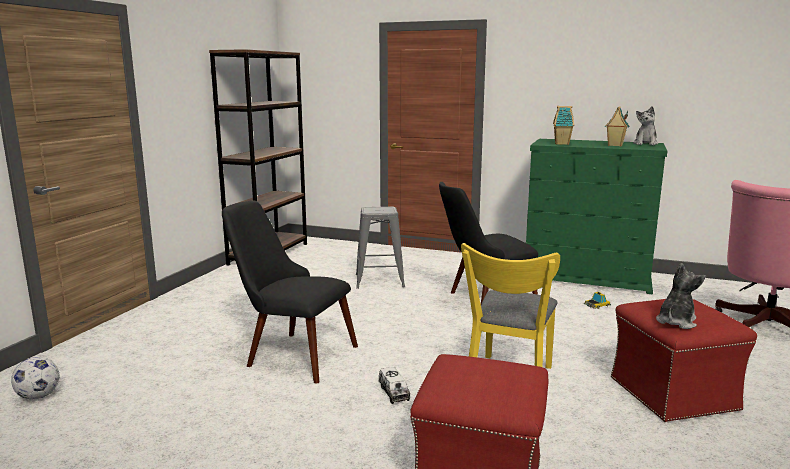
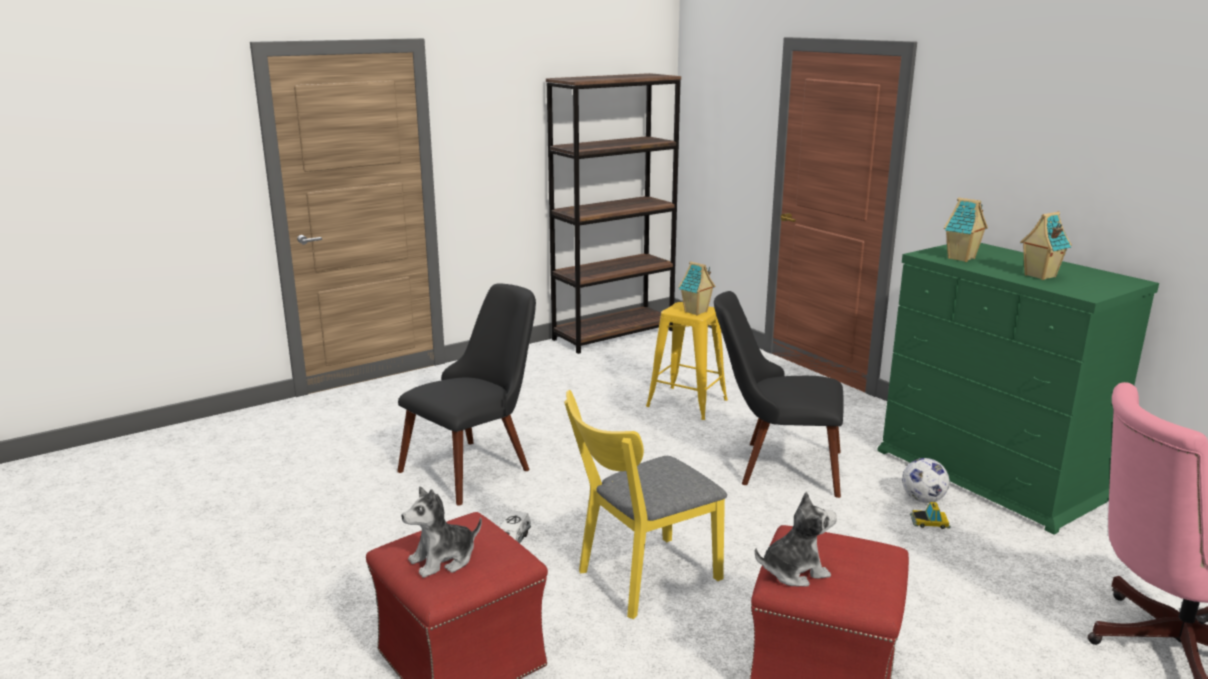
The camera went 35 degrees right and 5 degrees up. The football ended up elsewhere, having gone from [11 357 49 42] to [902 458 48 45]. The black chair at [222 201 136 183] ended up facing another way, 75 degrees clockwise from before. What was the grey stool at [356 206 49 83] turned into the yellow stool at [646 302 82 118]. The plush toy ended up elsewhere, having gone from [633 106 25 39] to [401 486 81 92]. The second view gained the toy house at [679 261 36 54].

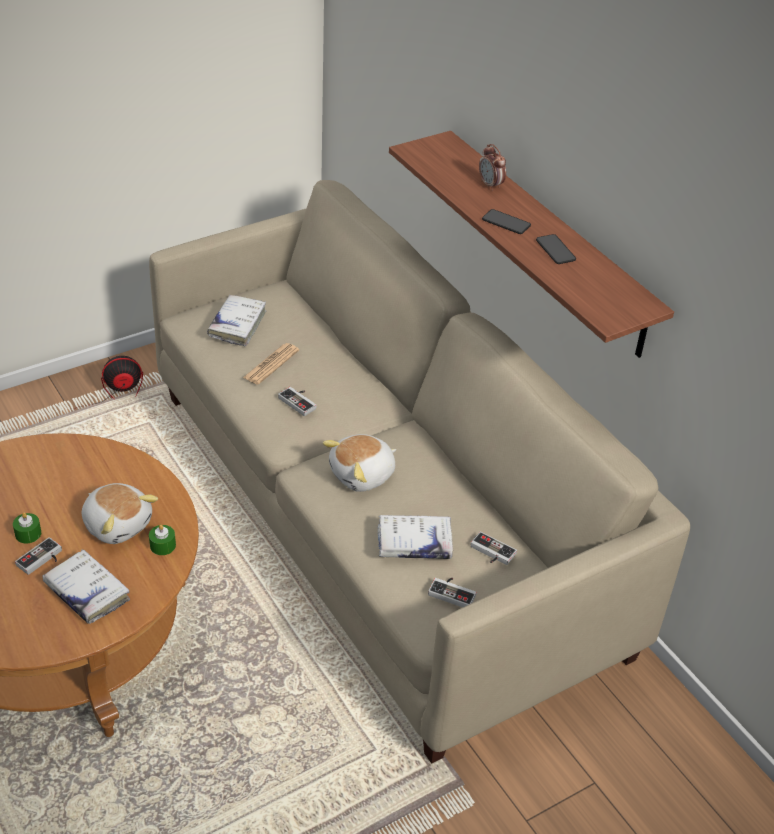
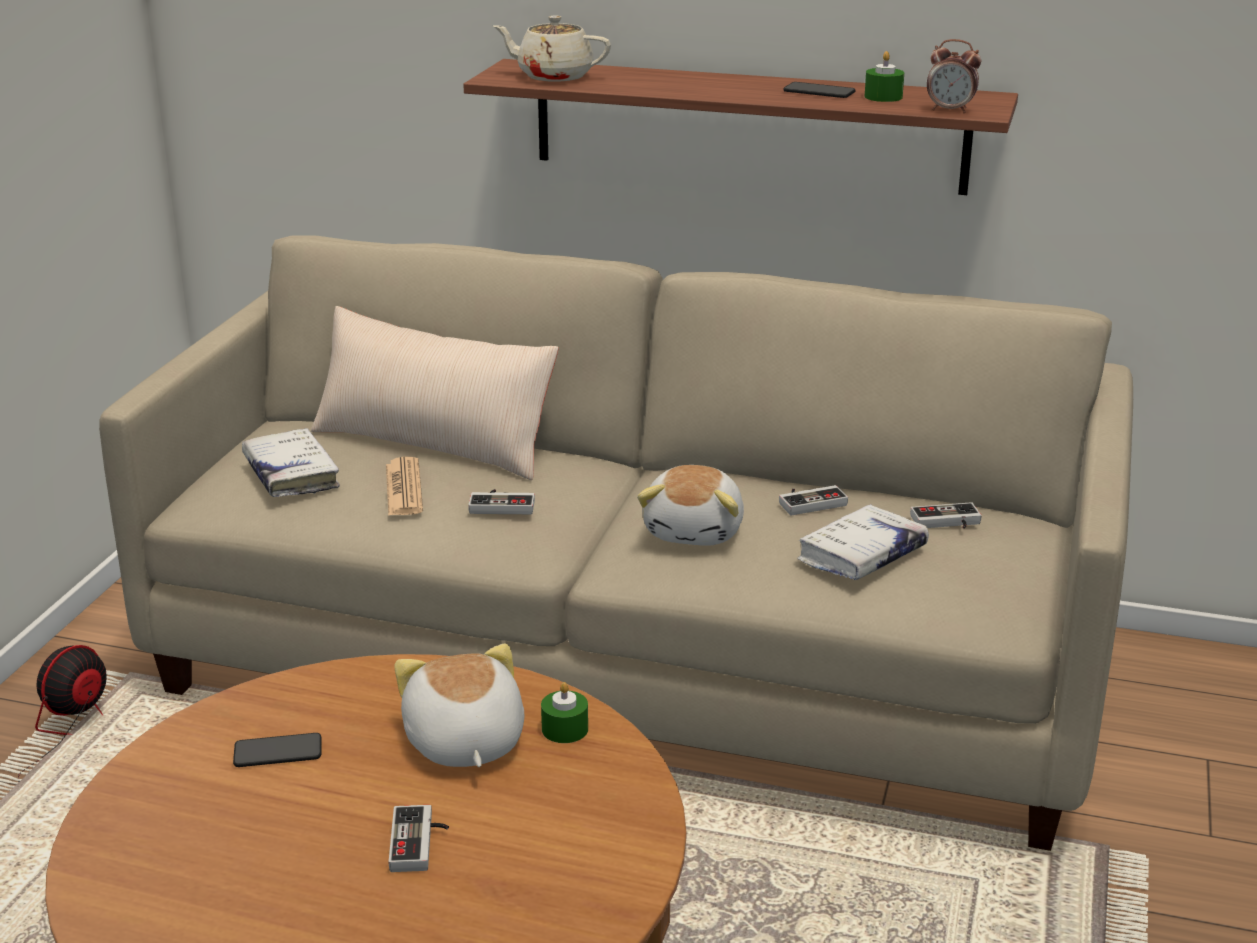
The camera went 40 degrees left and 15 degrees down. The green candle ended up elsewhere, having gone from [13 512 28 32] to [865 51 39 51]. The second view lost the white book at [42 549 88 75]. The plush toy at [82 483 76 61] ended up facing another way, 105 degrees counterclockwise from before. The game controller ended up elsewhere, having gone from [428 577 49 30] to [779 485 69 30]. The alarm clock ended up elsewhere, having gone from [479 144 27 47] to [927 39 54 74]. The phone ended up elsewhere, having gone from [482 209 49 25] to [233 733 89 34]. The second view gained the beige pillow at [311 306 248 174]. The second view gained the beige teapot at [493 16 118 66].

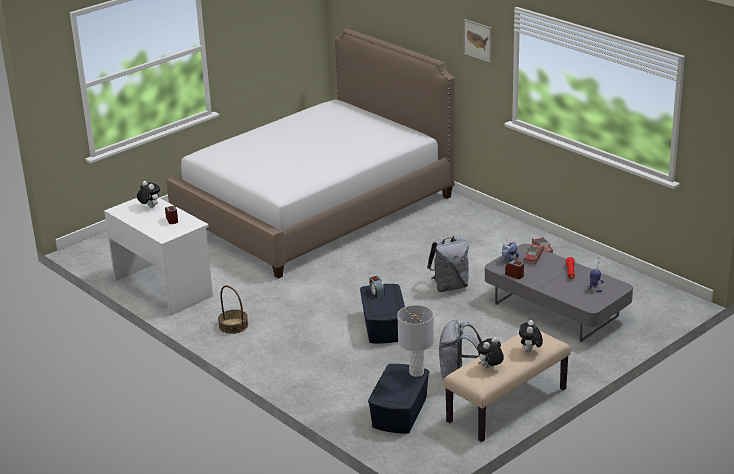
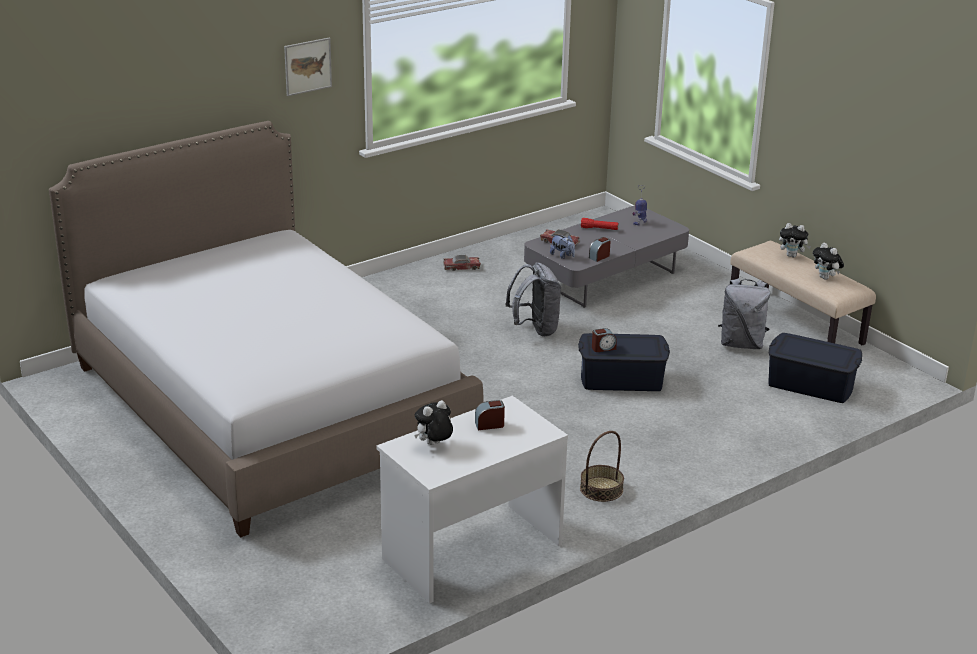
The camera went 85 degrees left and 0 degrees up. The second view lost the grey table lamp at [397 305 37 72].

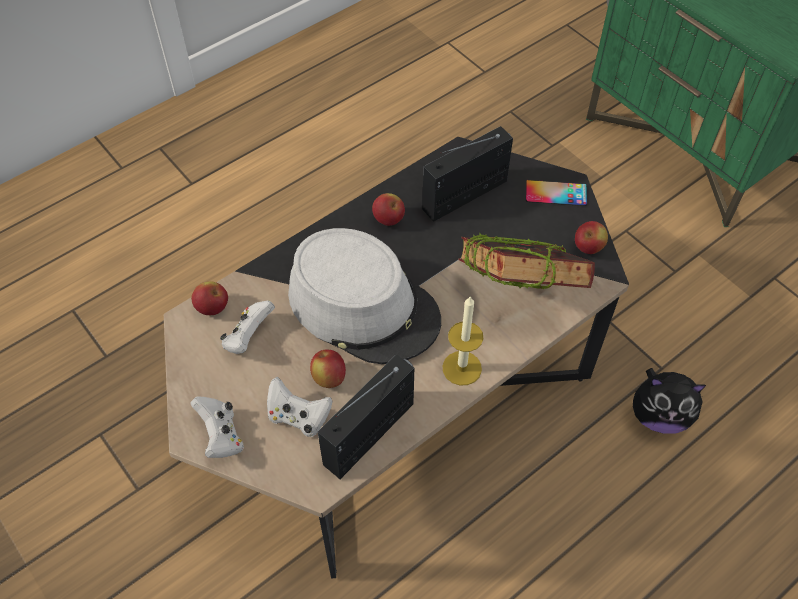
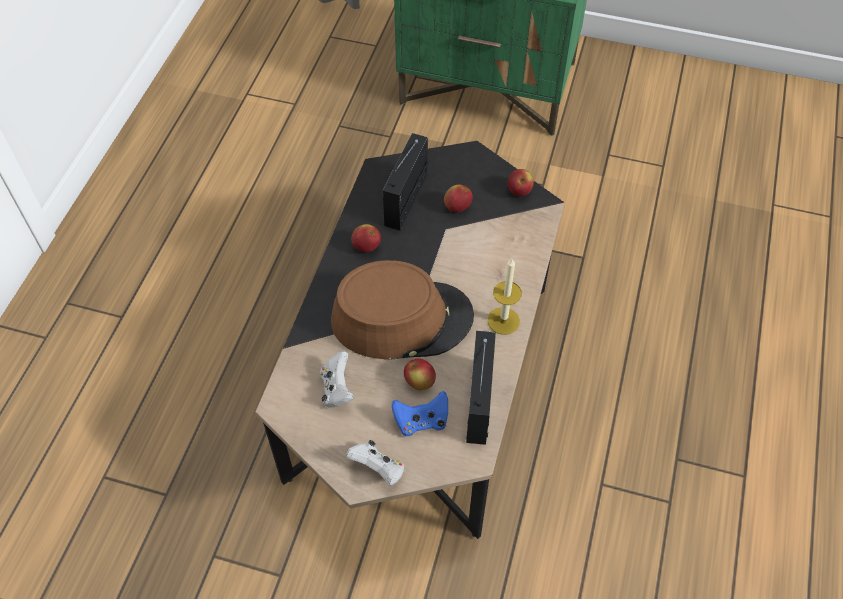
The camera went 35 degrees left and 0 degrees up. The apple ended up elsewhere, having gone from [191 281 37 34] to [444 185 28 27]. What was the white game controller at [267 377 66 60] turned into the blue game controller at [392 391 56 45]. What was the grey hat at [288 228 153 136] turned into the brown hat at [331 260 143 100]. The second view lost the book at [459 234 136 55]. The second view lost the phone at [526 180 61 26]. The second view lost the plush toy at [633 368 73 66].

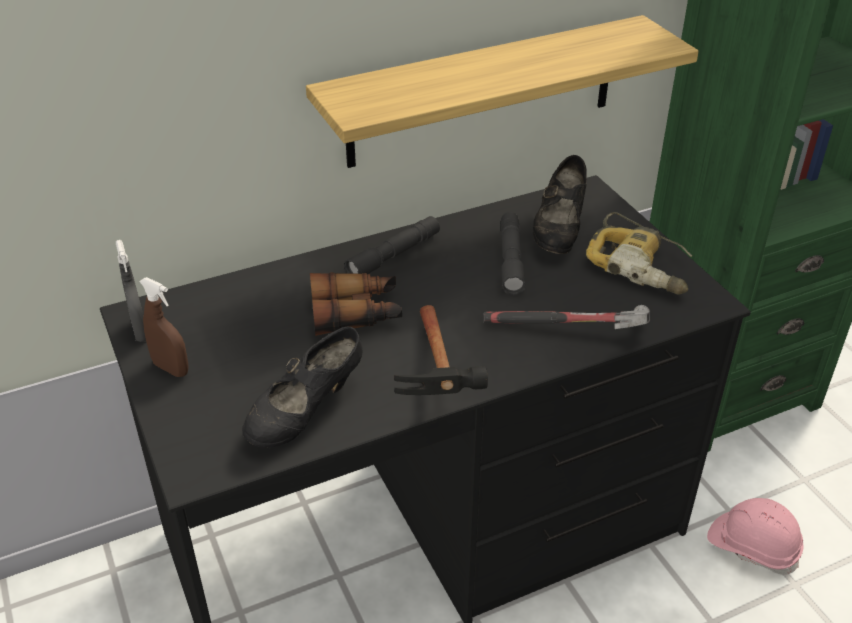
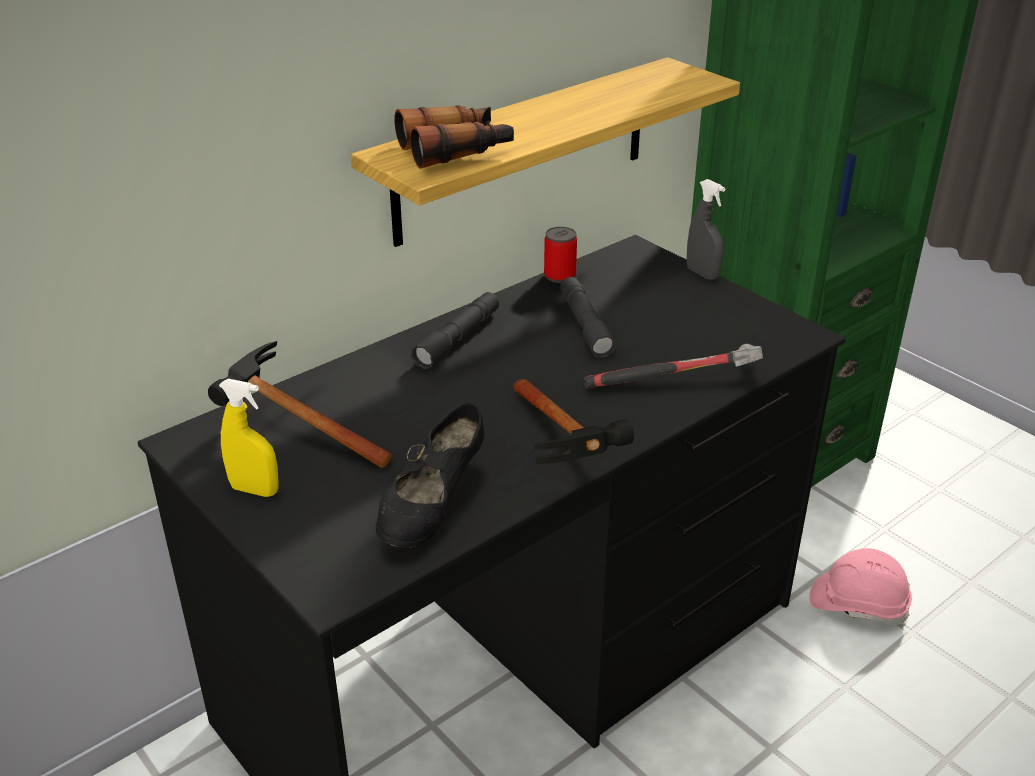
The camera went 15 degrees left and 5 degrees down. The grey spray bottle ended up elsewhere, having gone from [116 240 30 102] to [687 179 39 101]. What was the brown spray bottle at [139 277 50 100] turned into the yellow spray bottle at [219 379 60 118]. The binoculars ended up elsewhere, having gone from [310 272 92 64] to [394 105 120 64]. The second view lost the black shoe at [533 155 54 99]. The second view lost the power drill at [586 212 106 83]. The second view gained the hammer at [208 341 184 127]. The second view gained the can at [544 227 33 56].

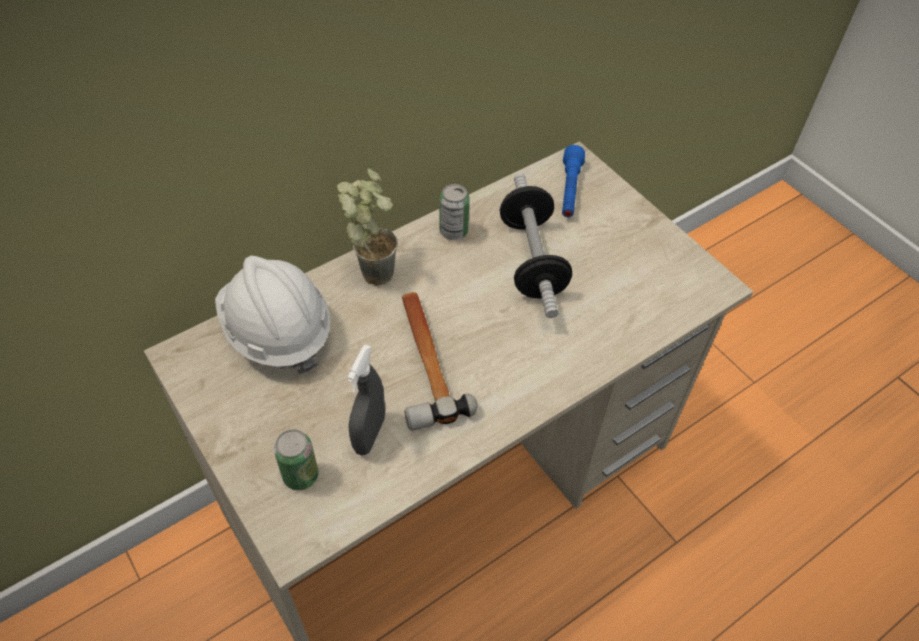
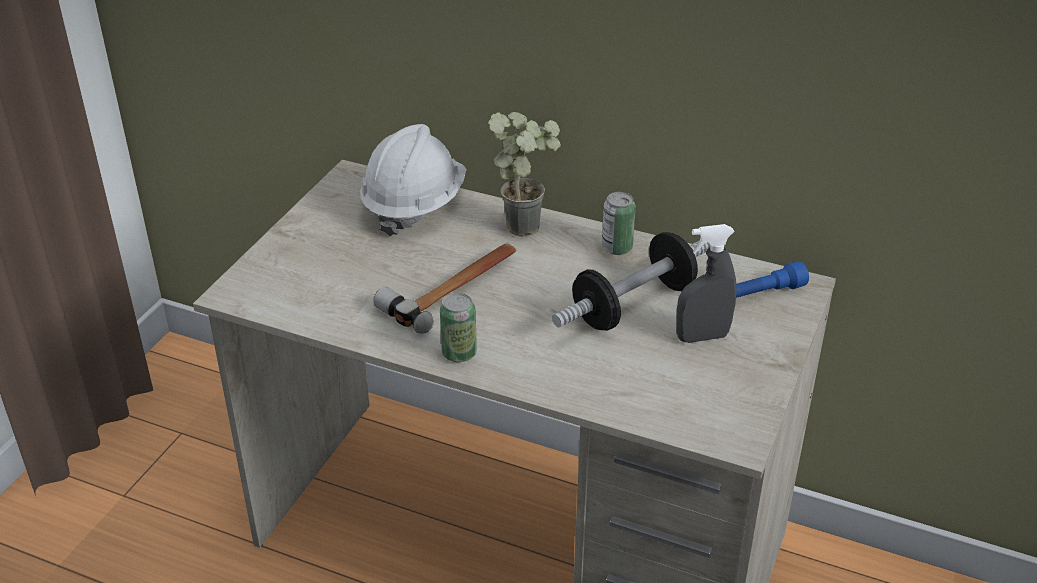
The camera went 60 degrees right and 15 degrees down. The can ended up elsewhere, having gone from [274 429 44 61] to [440 293 37 69]. The grey spray bottle ended up elsewhere, having gone from [347 345 38 110] to [676 224 61 119].

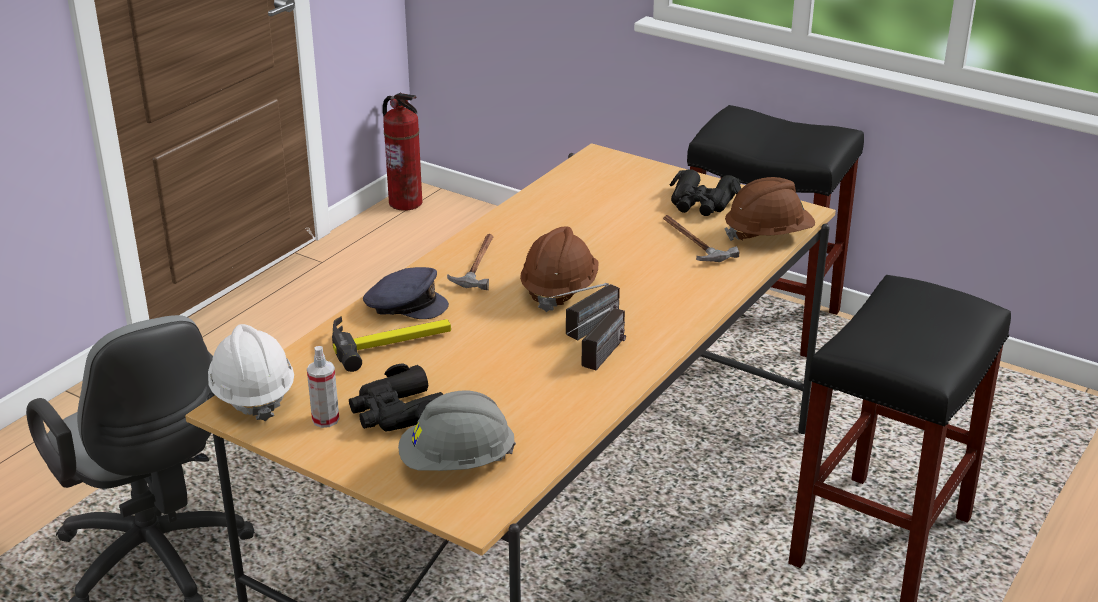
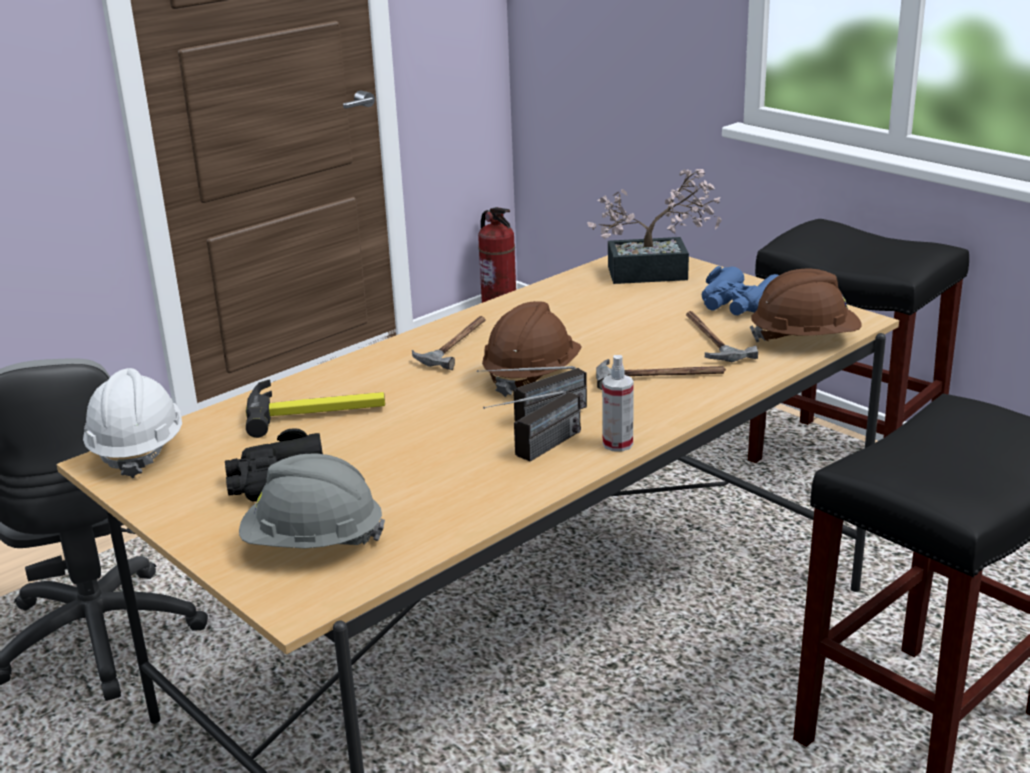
The camera went 15 degrees right and 5 degrees down. The spray bottle ended up elsewhere, having gone from [307 346 32 82] to [602 355 32 97]. The second view lost the grey cap at [363 267 86 52]. What was the black binoculars at [670 169 71 47] turned into the blue binoculars at [702 266 77 49]. The second view gained the potted plant at [587 169 135 115]. The second view gained the hammer at [596 359 130 31].

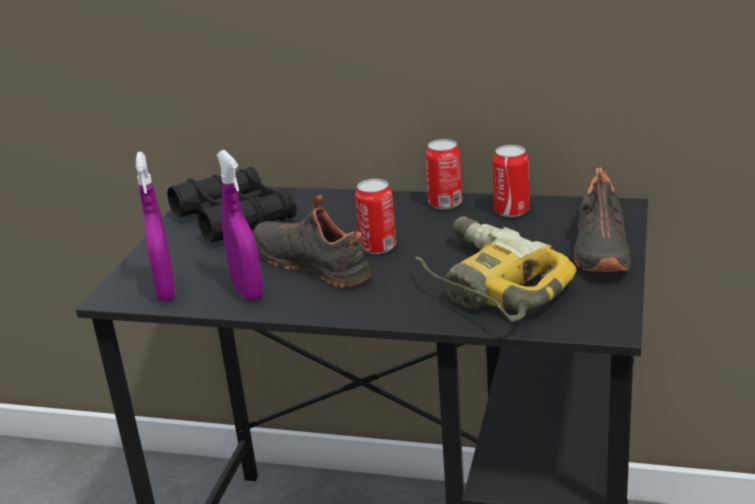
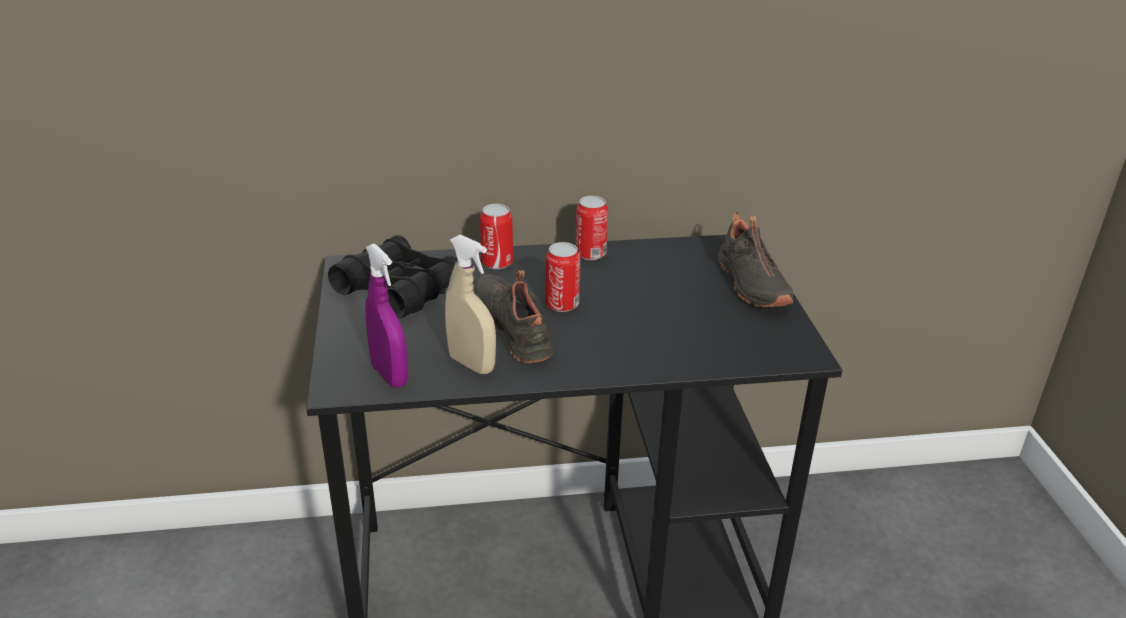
The camera went 25 degrees left and 5 degrees up. What was the purple spray bottle at [217 150 46 151] turned into the beige spray bottle at [445 234 51 140]. The black shoe at [253 195 119 93] ended up facing another way, 45 degrees clockwise from before. The second view lost the power drill at [416 217 160 105]. The can ended up elsewhere, having gone from [493 145 36 72] to [480 204 33 65].

